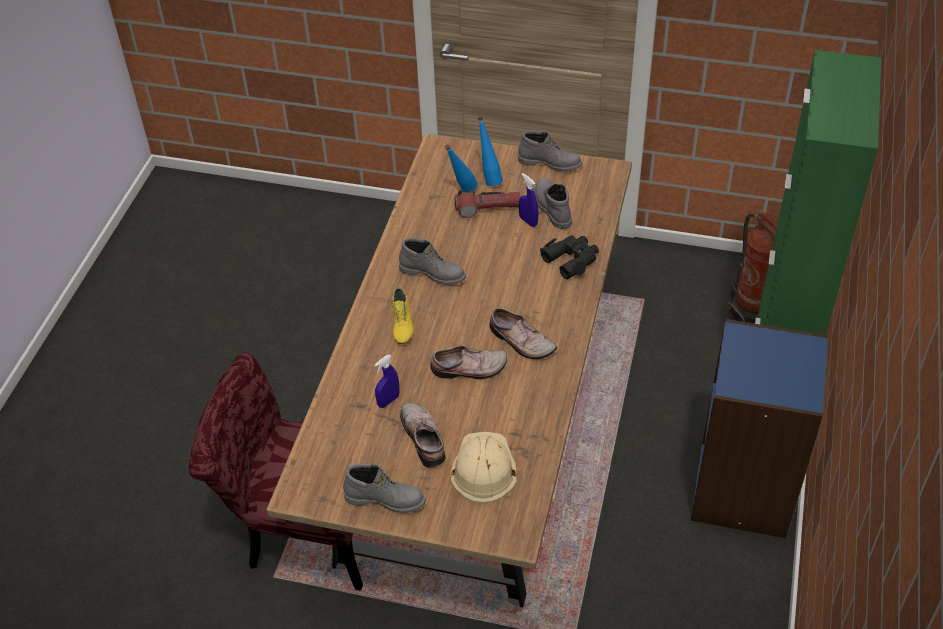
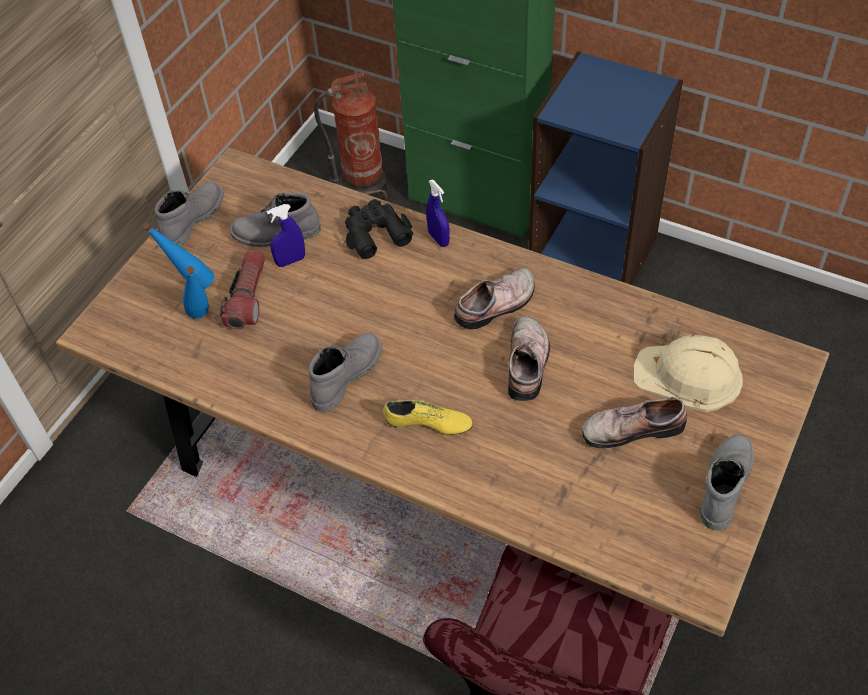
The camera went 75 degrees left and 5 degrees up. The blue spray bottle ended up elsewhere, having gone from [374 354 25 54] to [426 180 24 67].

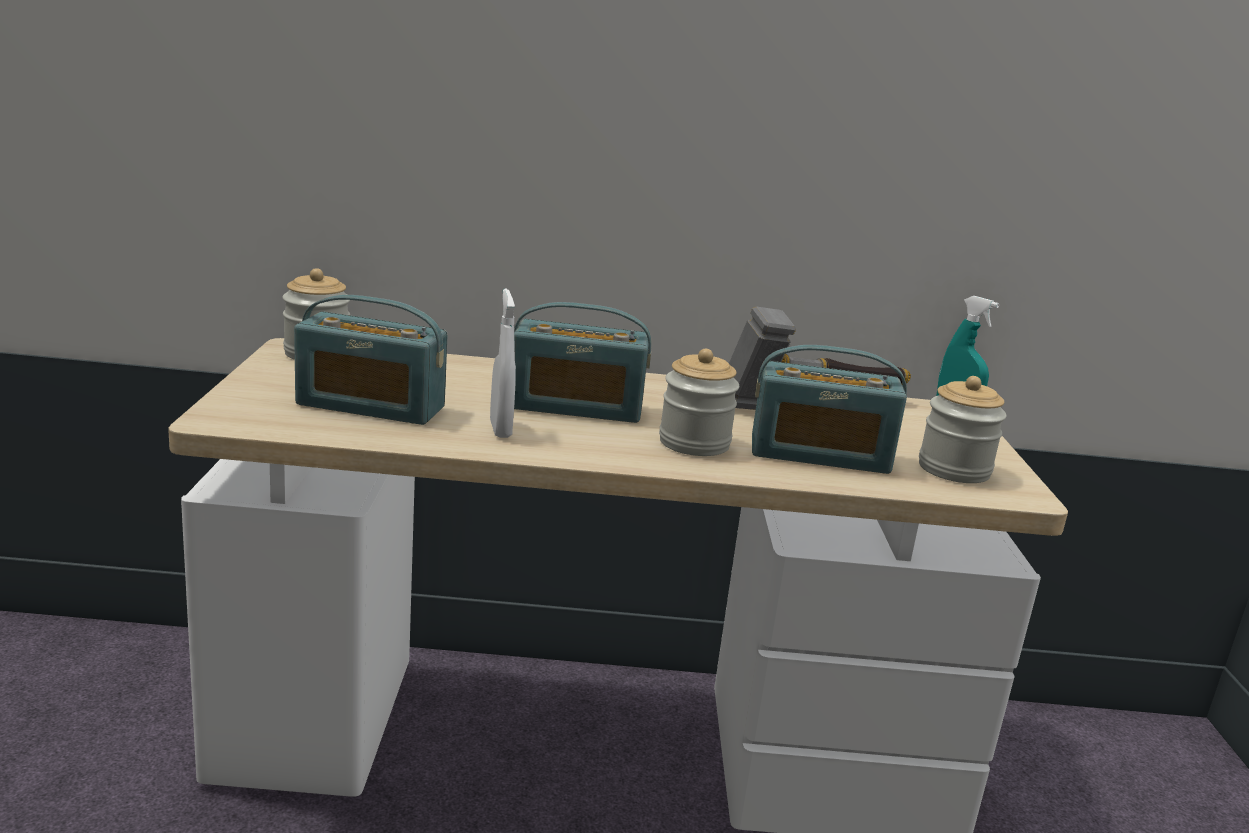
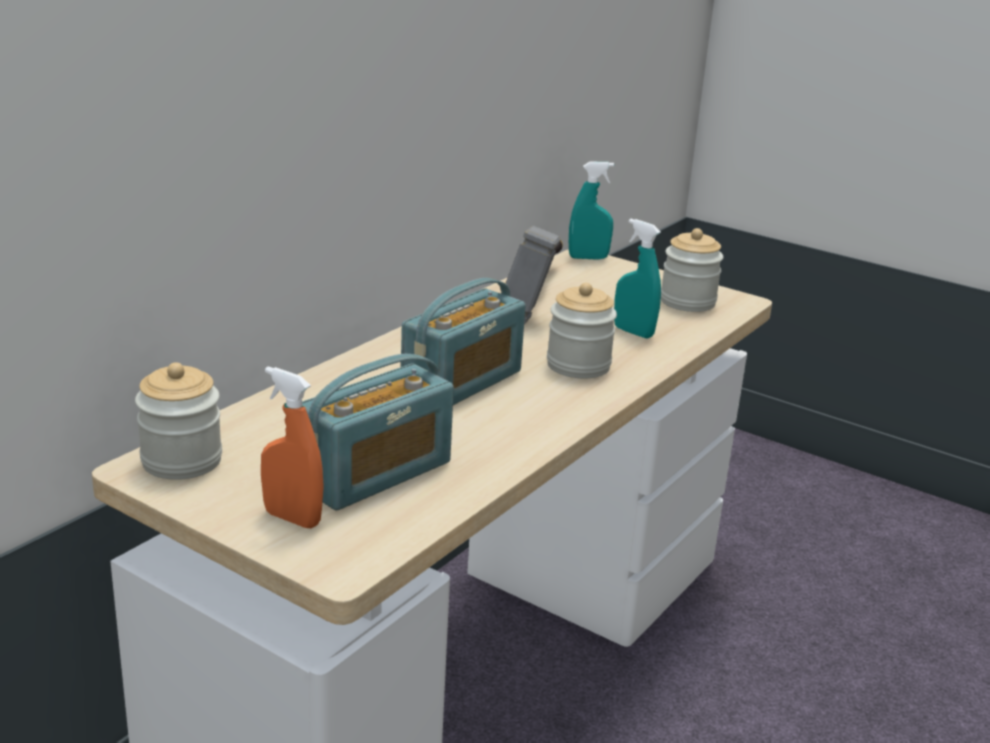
The camera went 55 degrees left and 5 degrees up. The second view lost the white spray bottle at [490 289 26 149]. Where the radio stood at [752 345 155 129], the turquoise spray bottle came to stand at [614 219 47 120]. The second view gained the orange spray bottle at [261 366 63 162].

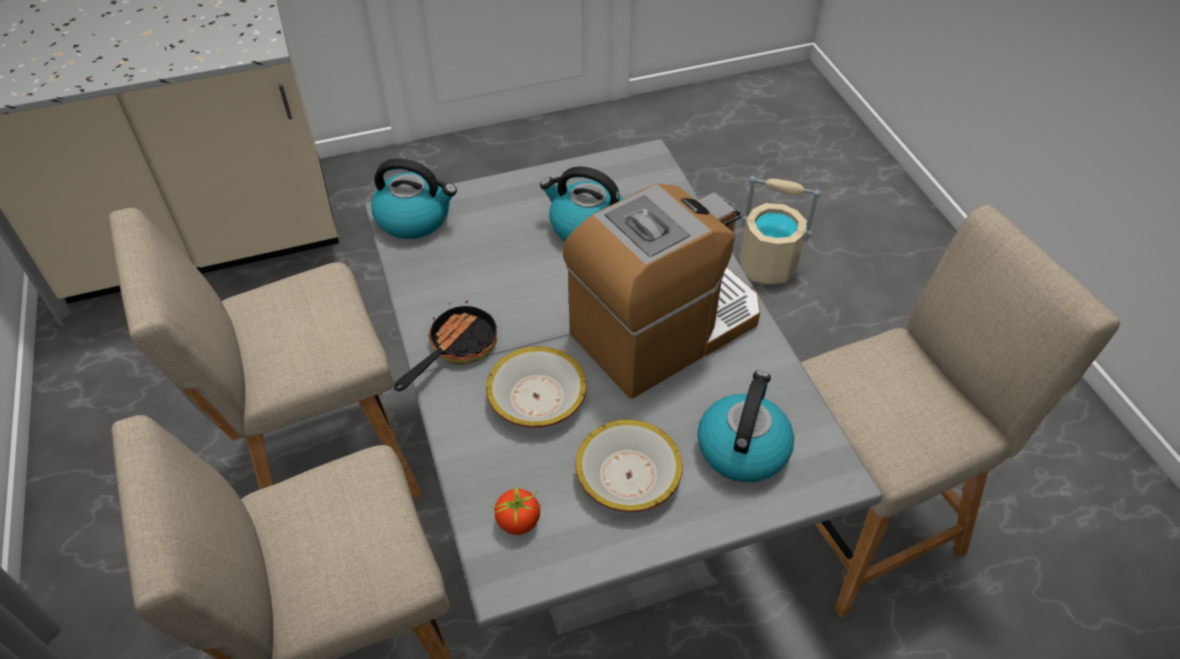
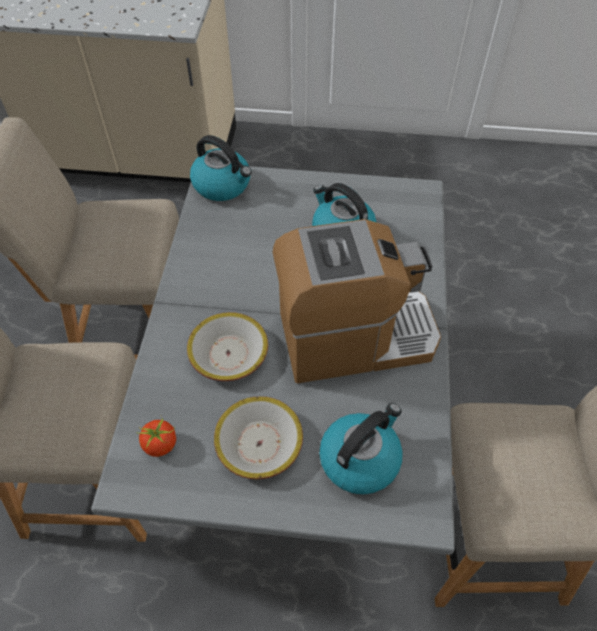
The camera went 25 degrees right and 5 degrees up. The second view lost the frying pan at [394 301 103 90]. The second view lost the beige bucket at [739 176 82 108].

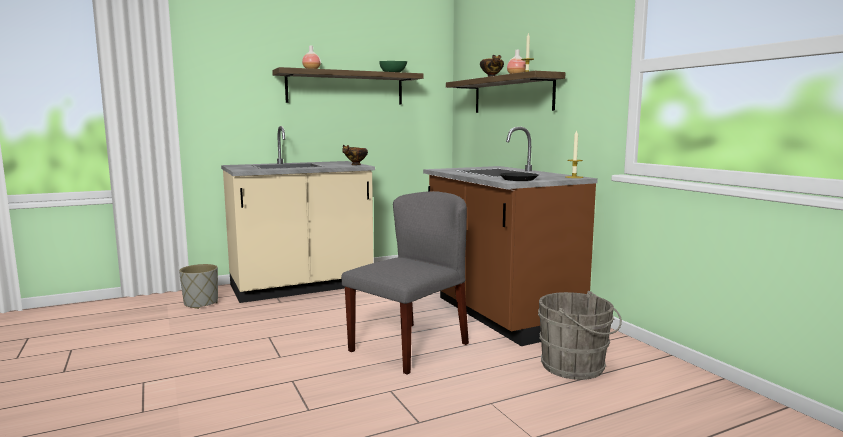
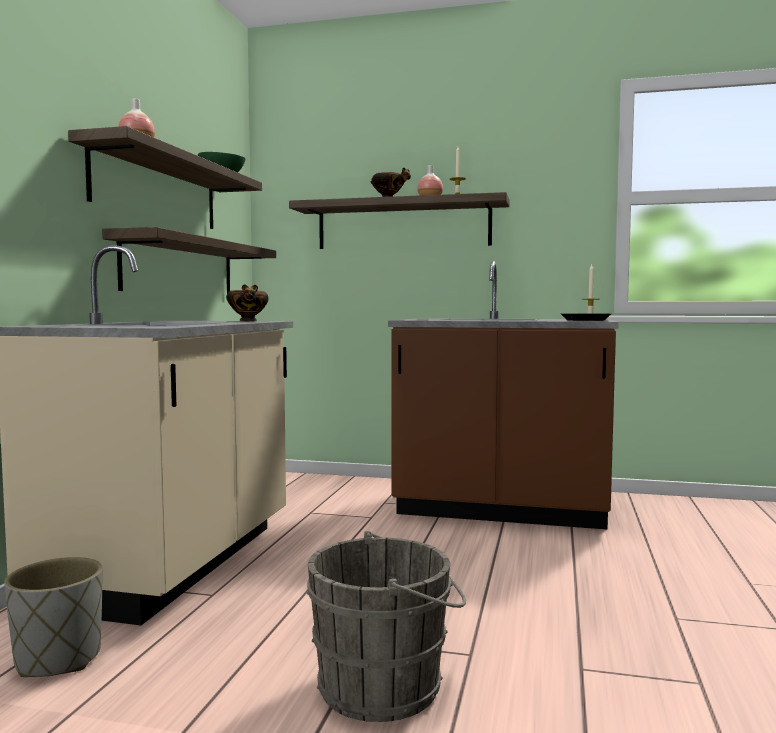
The camera went 50 degrees left and 5 degrees down. The second view lost the grey chair at [341 191 128 184]. The grey bucket ended up elsewhere, having gone from [538 291 84 89] to [307 531 159 191]. The second view gained the shelf at [102 227 174 67].

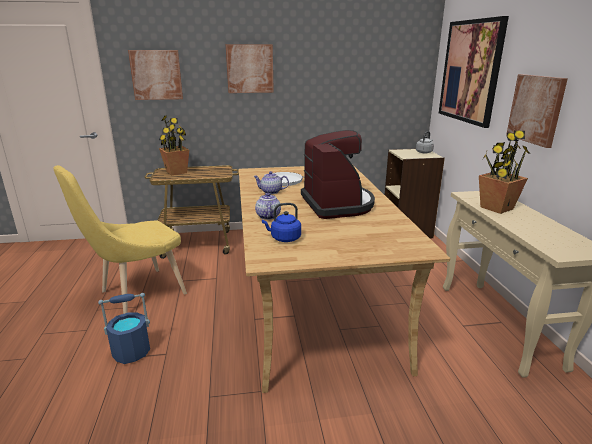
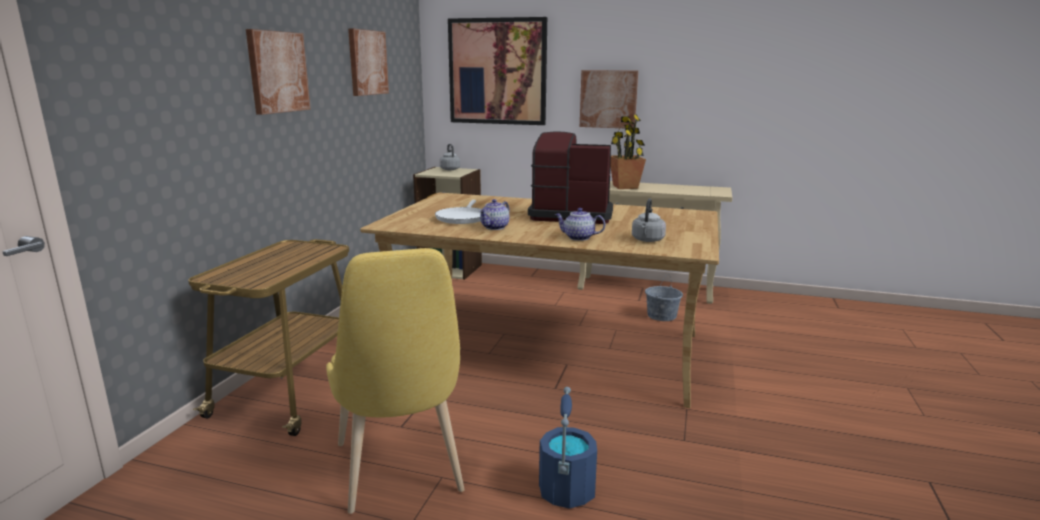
The camera went 65 degrees left and 5 degrees down. The picture ended up elsewhere, having gone from [128 50 55 50] to [348 28 41 68]. The second view lost the potted plant at [159 115 30 61]. What was the blue kettle at [262 203 39 39] turned into the grey kettle at [632 199 34 43]. The second view gained the grey bucket at [645 274 38 47].

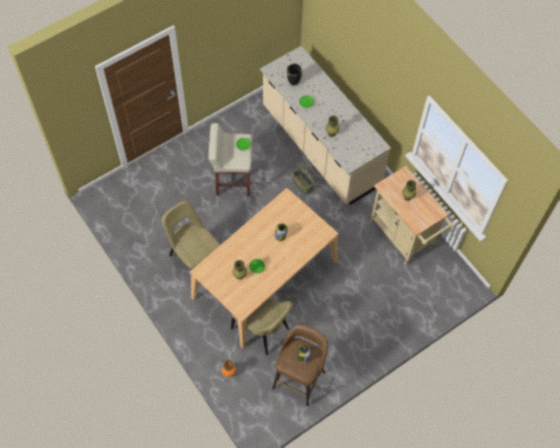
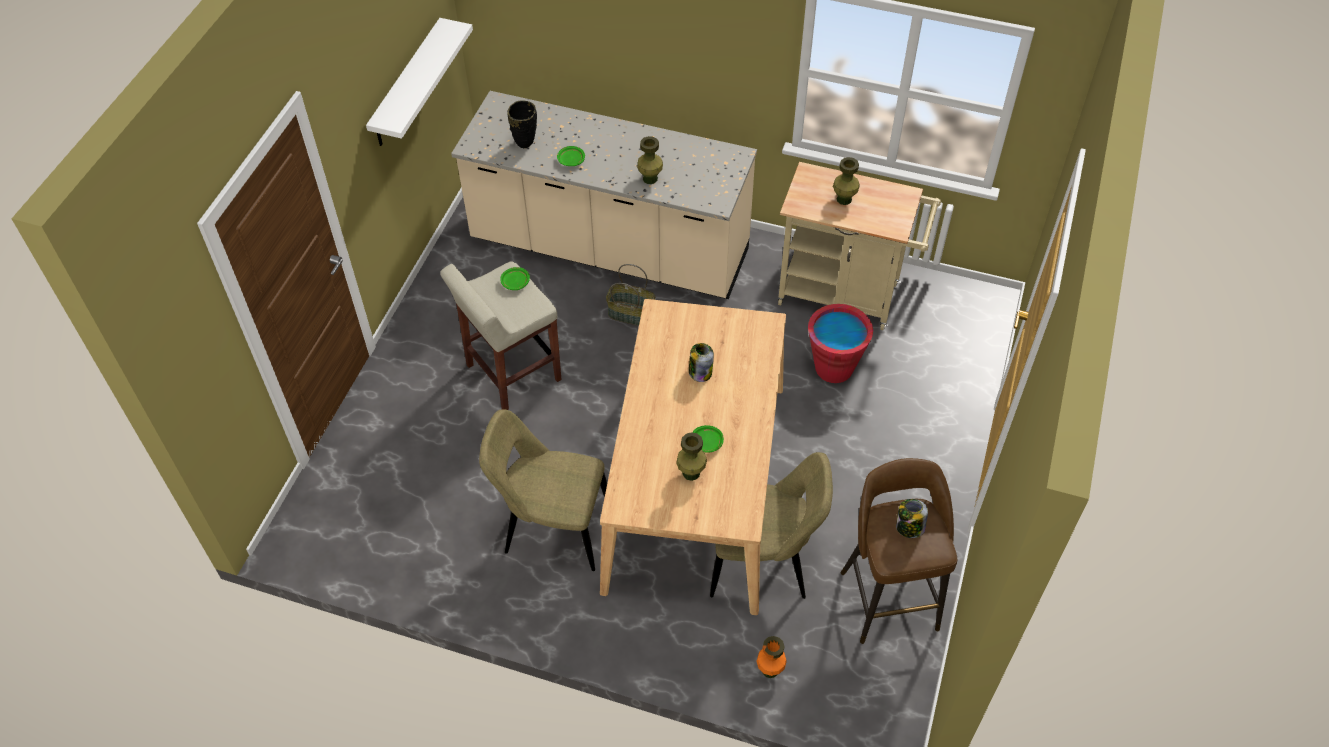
The camera went 35 degrees left and 10 degrees down. The second view gained the white shelf at [366 18 107 128]. The second view gained the red bucket at [808 304 65 79].

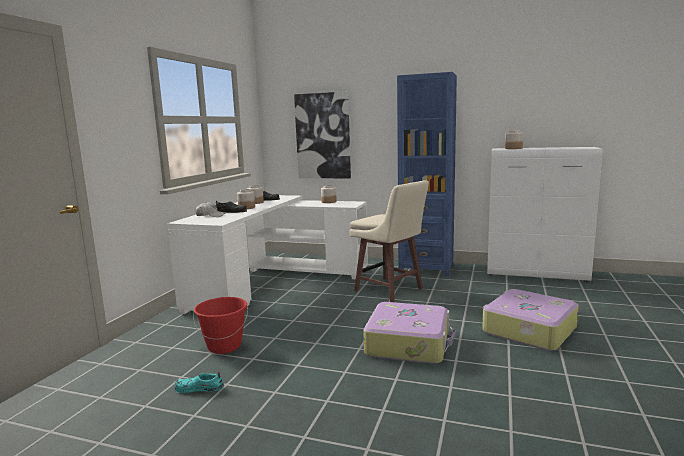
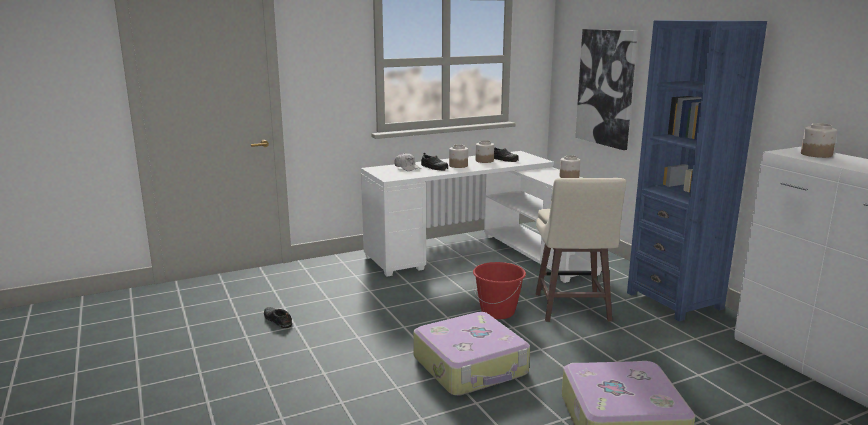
The camera went 45 degrees right and 5 degrees up. What was the turquoise shoe at [175 372 49 21] turned into the black shoe at [264 307 28 21]. The red bucket ended up elsewhere, having gone from [193 297 55 57] to [473 262 53 57].

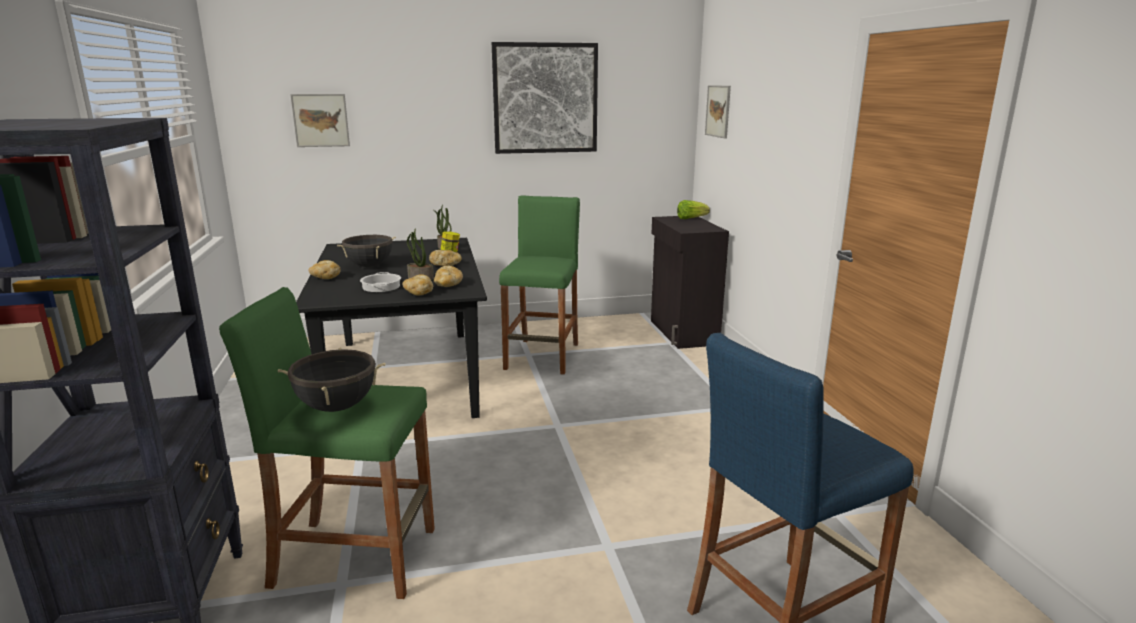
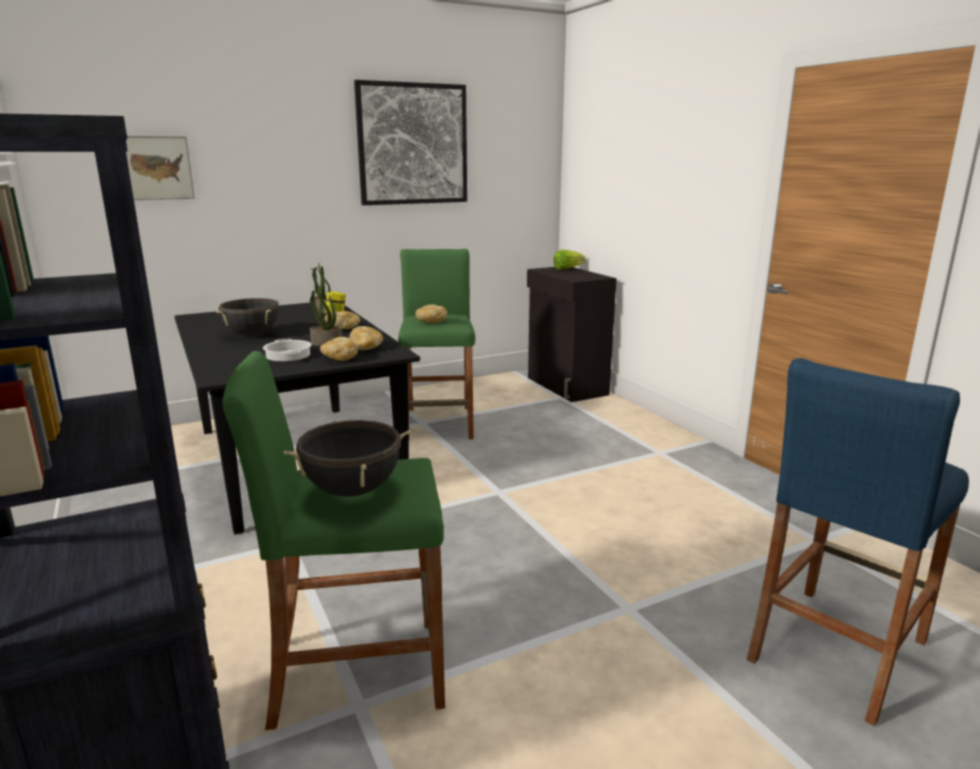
The camera went 15 degrees left and 0 degrees up. The bread ended up elsewhere, having gone from [309 260 32 19] to [416 304 31 19]. The second view lost the picture at [705 85 26 54].

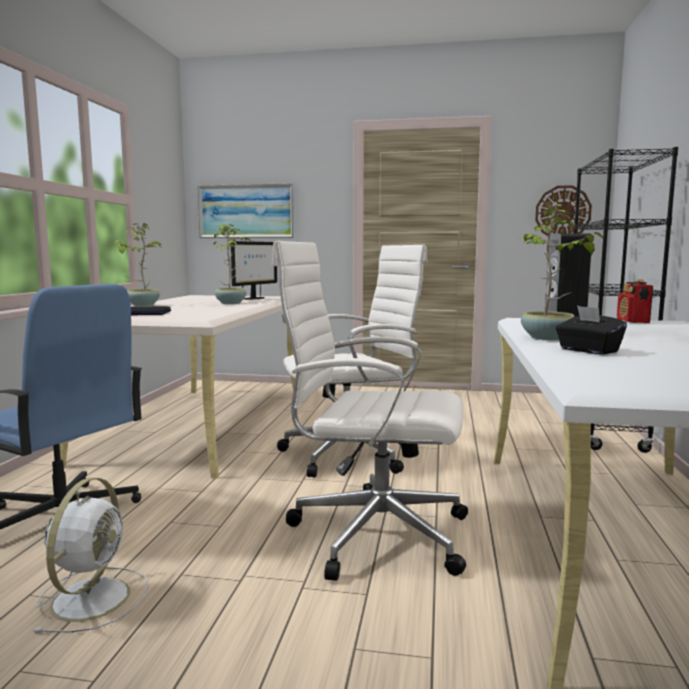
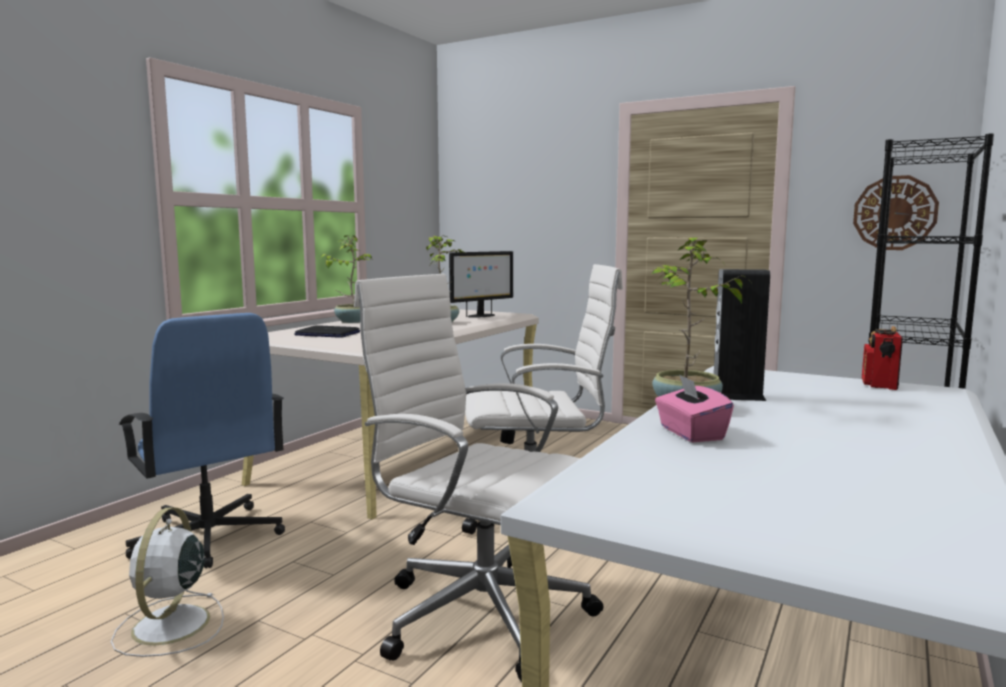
The camera went 20 degrees right and 0 degrees up. The white fan at [33 478 116 155] ended up facing another way, 150 degrees clockwise from before. The second view lost the picture at [197 183 97 55]. What was the black tissue box at [556 306 71 49] turned into the pink tissue box at [655 374 79 68].

